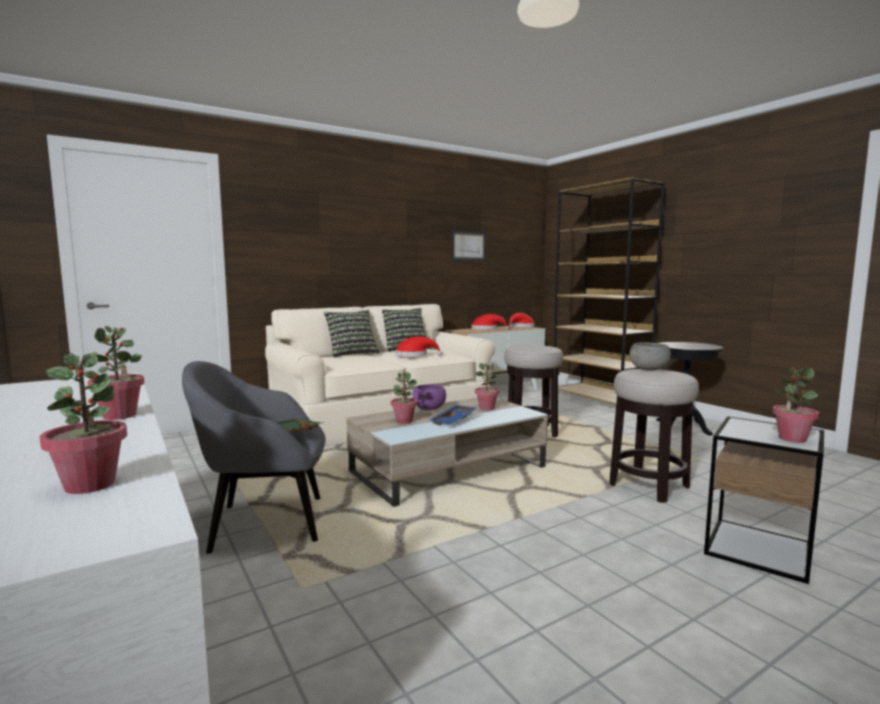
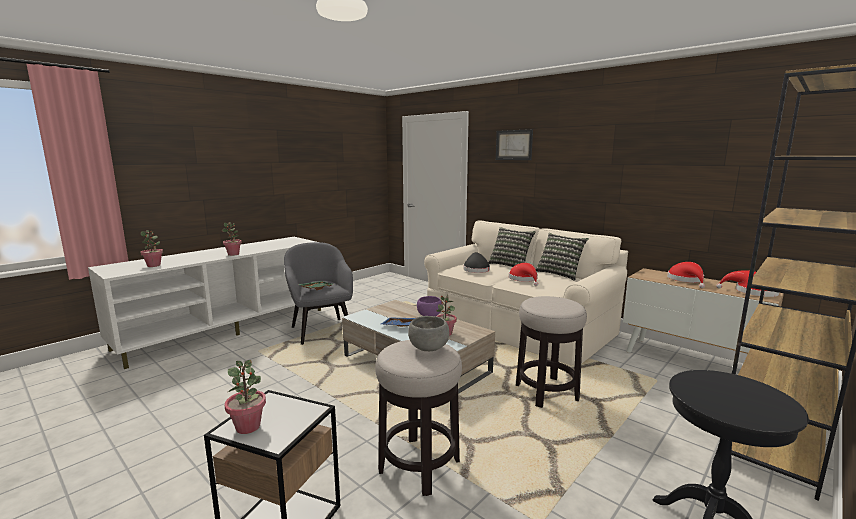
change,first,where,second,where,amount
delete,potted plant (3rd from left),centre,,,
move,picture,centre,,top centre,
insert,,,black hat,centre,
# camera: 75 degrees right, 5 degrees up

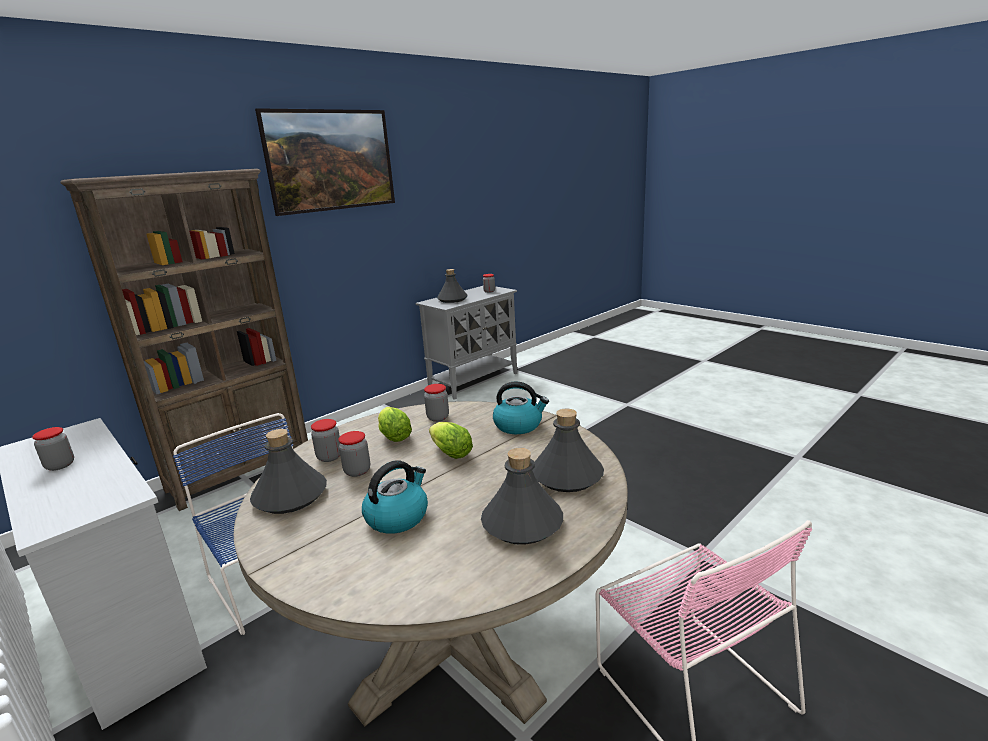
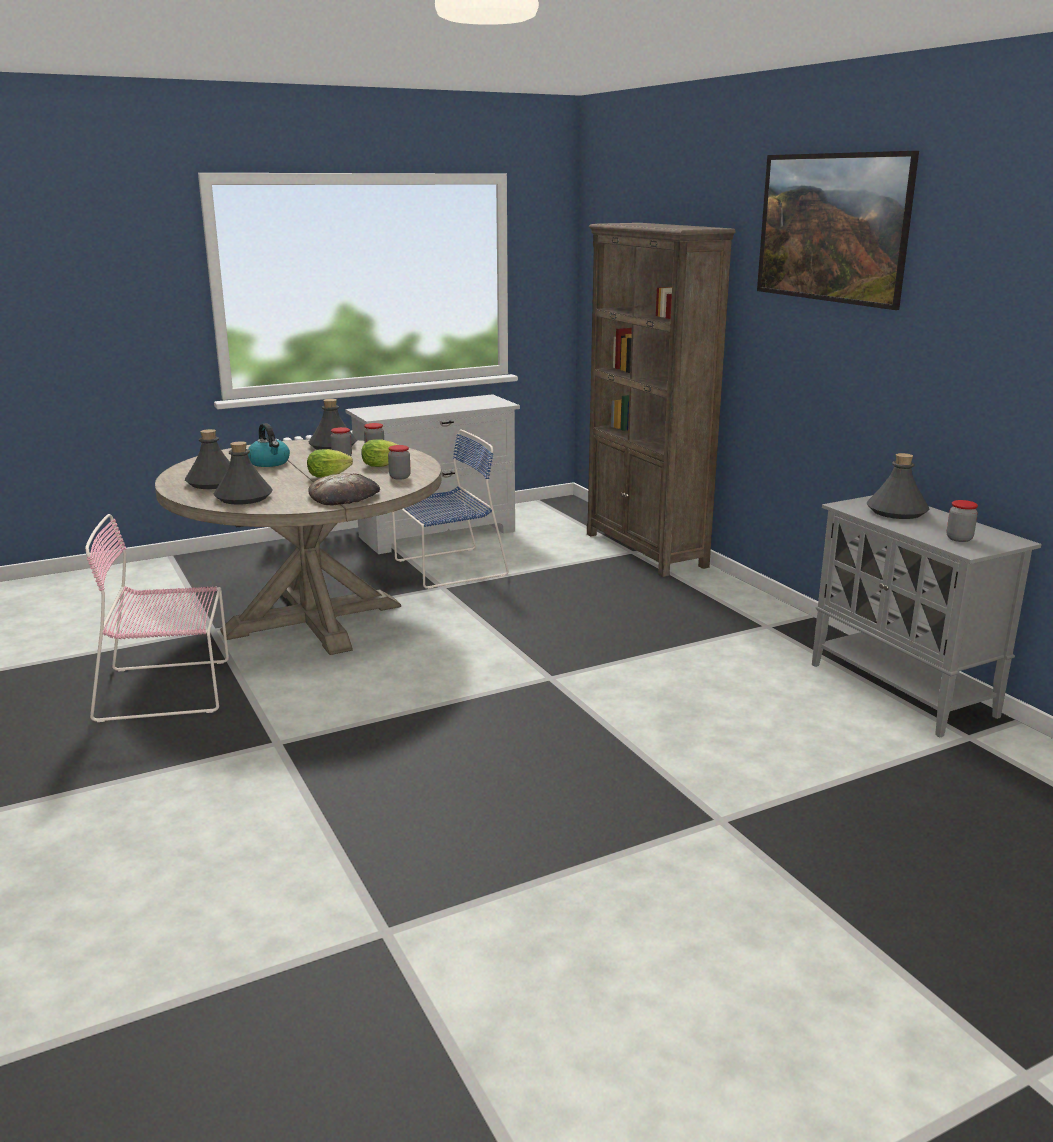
change,first,where,second,where,amount
delete,jar (1st from left),middle left,,,
replace,kettle (2nd from left),centre,bread,middle left,
# camera: 105 degrees right, 0 degrees up

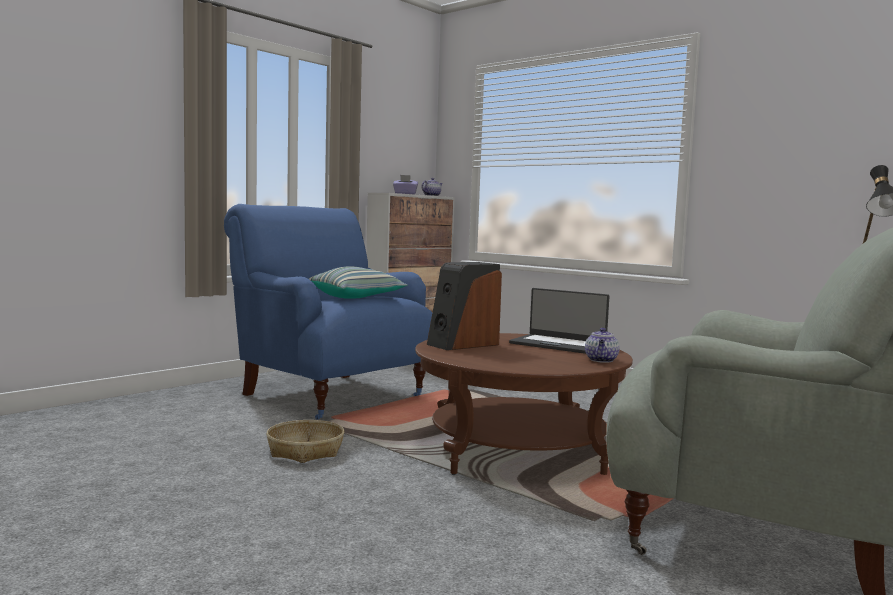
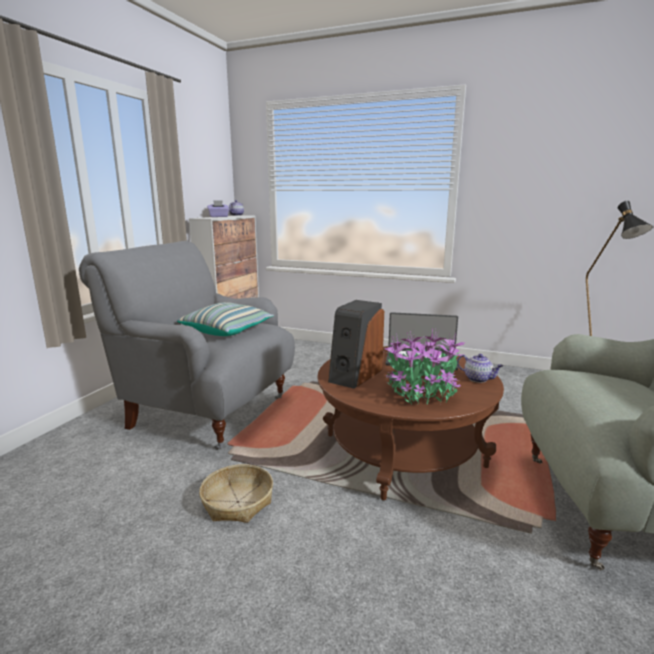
change,first,where,second,where,amount
recolor,blue armchair,centre,grey armchair (1st from left),middle left,
rotate,teapot (2nd from left),middle right,,middle right,45 degrees counterclockwise
insert,,,potted plant,centre,
# camera: 20 degrees left, 10 degrees up

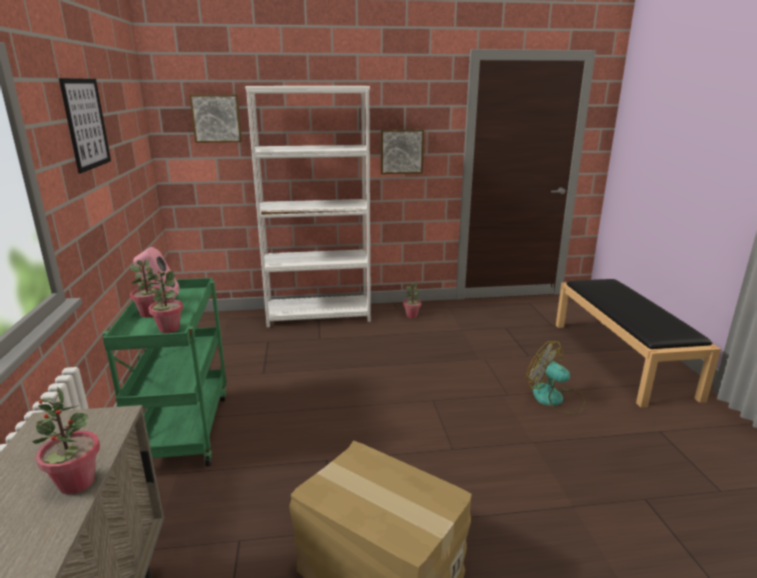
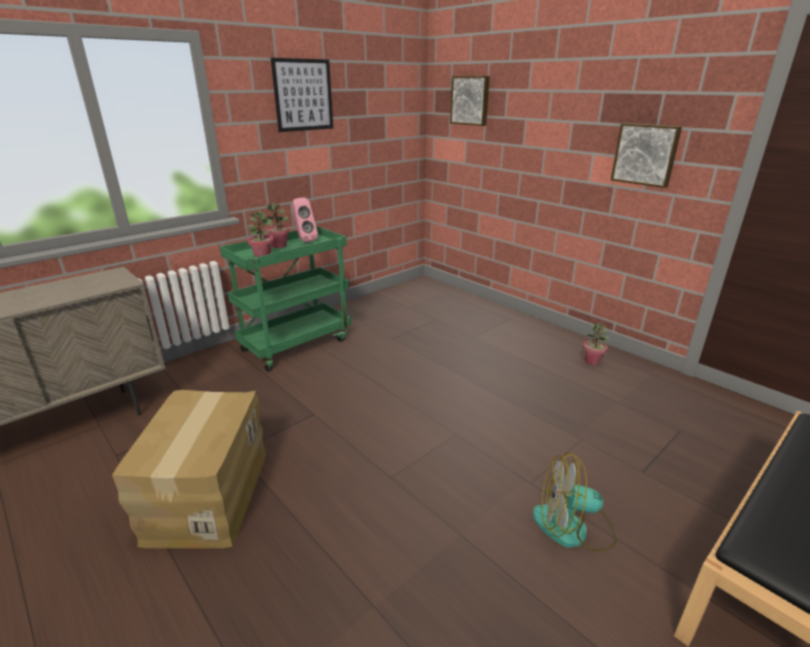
change,first,where,second,where,amount
delete,potted plant (1st from left),bottom left,,,
delete,white bookcase,centre,,,
rotate,fan,middle right,,bottom right,90 degrees counterclockwise
# camera: 55 degrees right, 5 degrees up

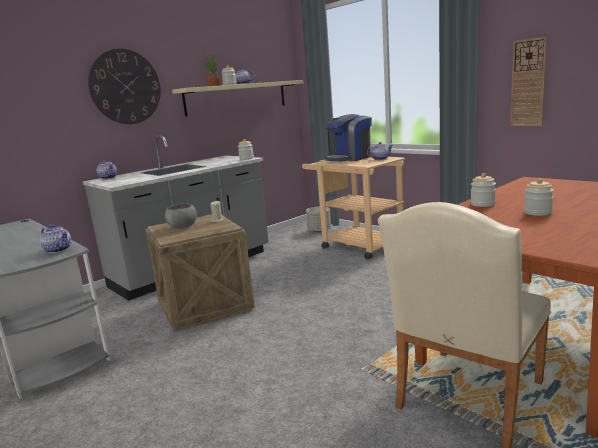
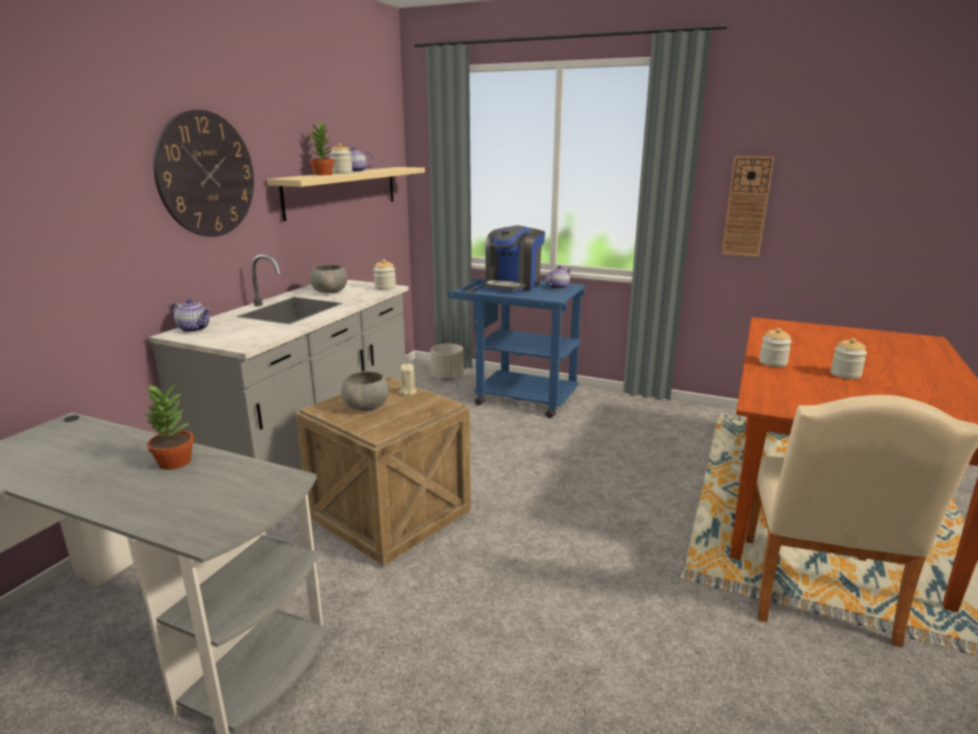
change,first,where,second,where,amount
delete,teapot (1st from left),middle left,,,
recolor,beige cart,centre,blue cart,centre,
insert,,,potted plant (1st from left),middle left,
insert,,,grey bowl (1st from left),centre,
# camera: 25 degrees left, 5 degrees up

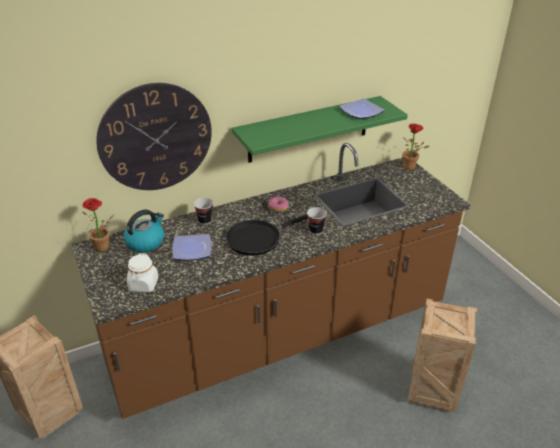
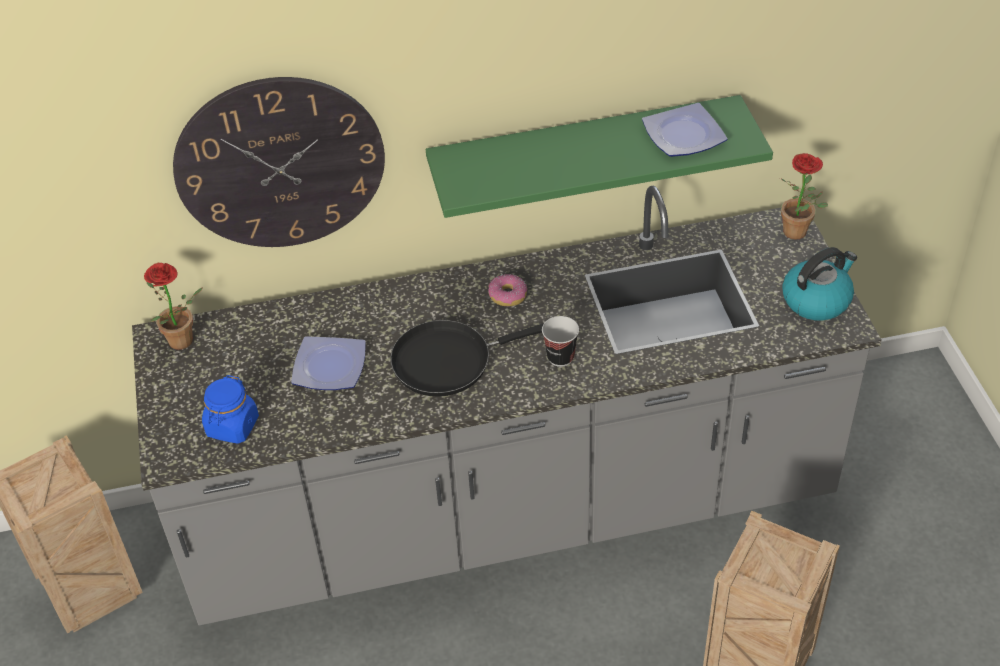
change,first,where,second,where,amount
recolor,brown counter,centre,grey counter,centre,
move,kettle,middle left,,middle right,
recolor,white jar,middle left,blue jar,middle left,
delete,cup (1st from left),centre,,,
# camera: 15 degrees right, 10 degrees up

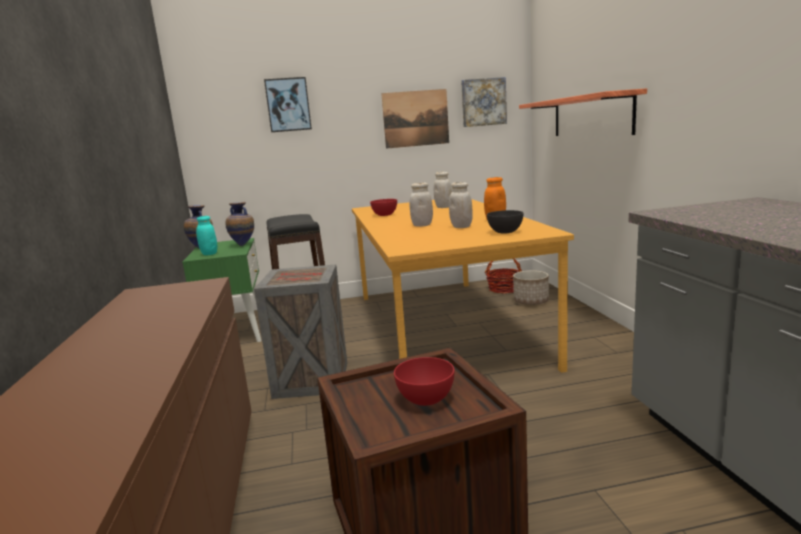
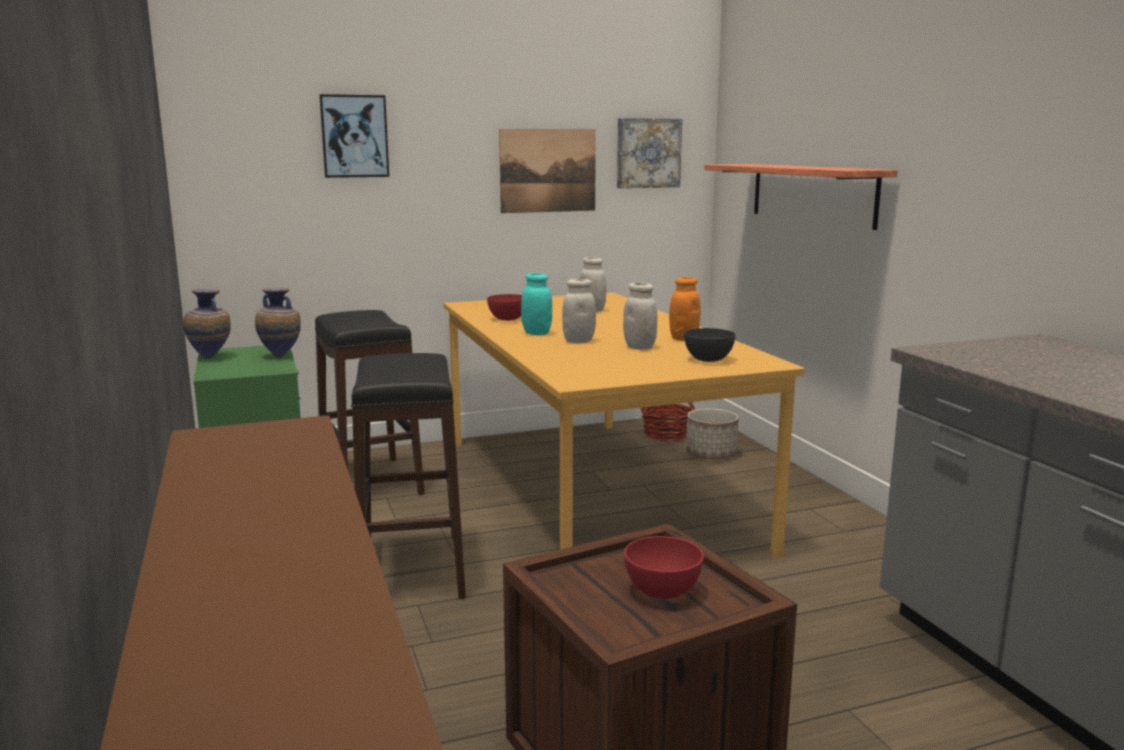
change,first,where,second,where,amount
move,turquoise jar,middle left,,centre,
replace,crate (1st from left),centre,black stool (2nd from left),centre,
# camera: 10 degrees left, 0 degrees up

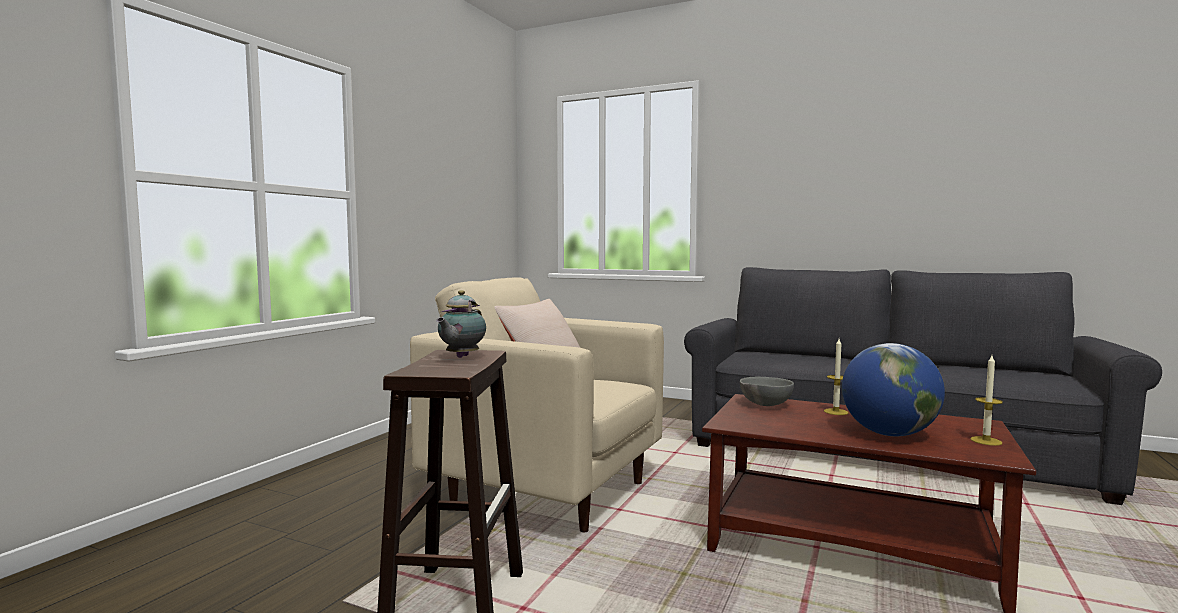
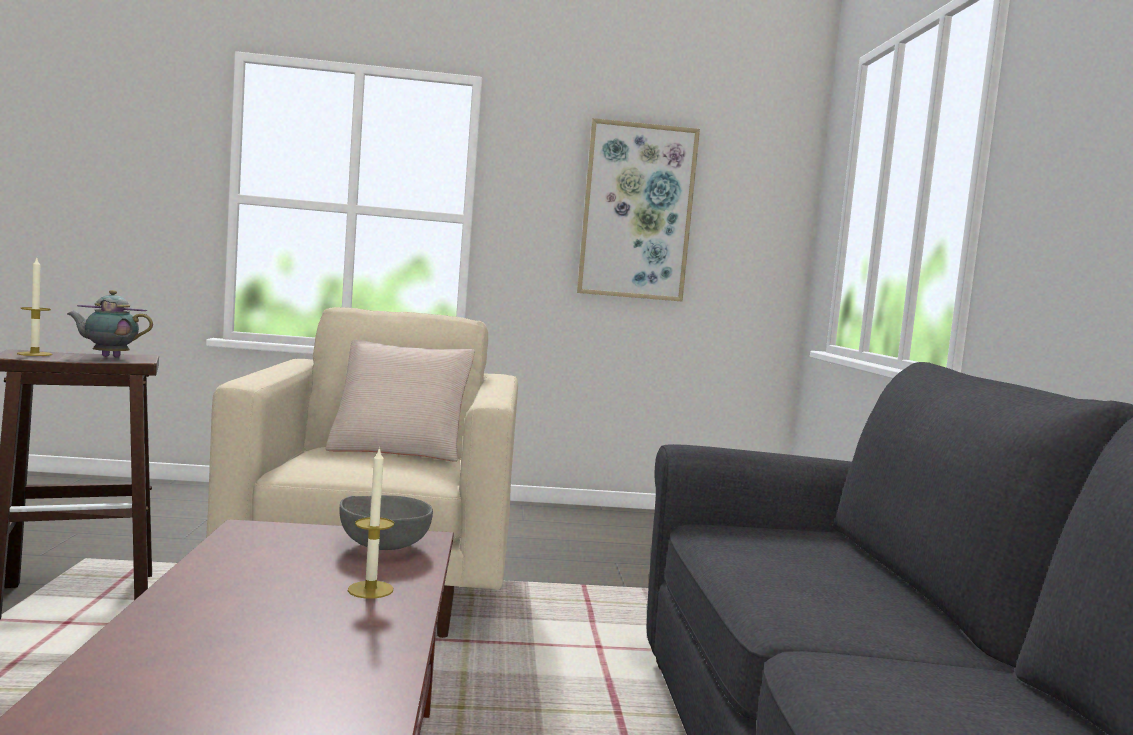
change,first,where,second,where,amount
delete,globe,middle right,,,
move,candle (2nd from left in the first image),middle right,candle (1st from left),middle left,
insert,,,picture,top centre,
# camera: 60 degrees right, 0 degrees up

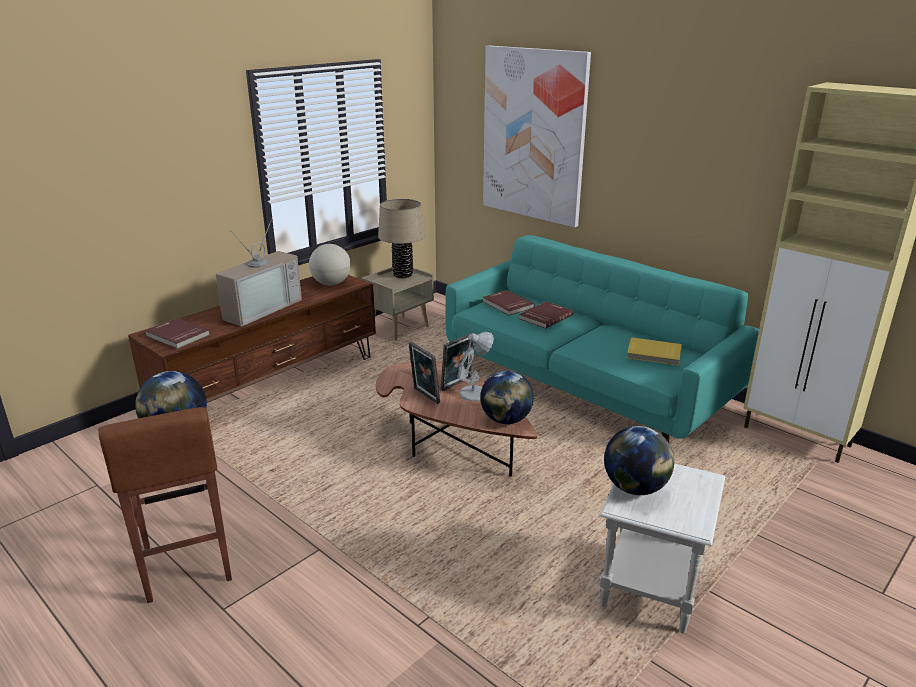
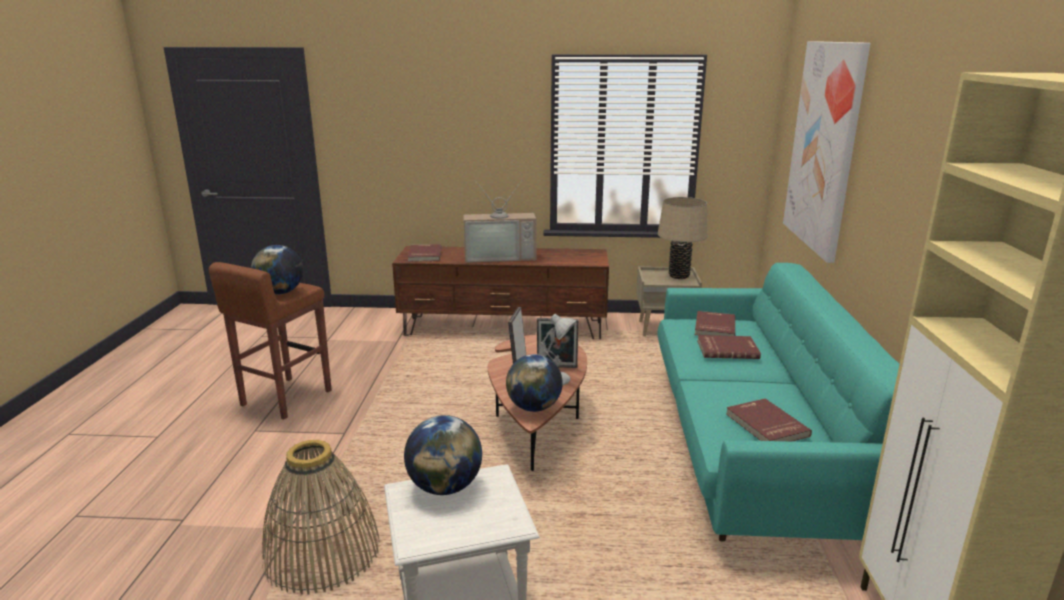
change,first,where,second,where,amount
delete,globe (2nd from left),centre,,,
recolor,yellow book,middle right,red book (4th from left),bottom right,
insert,,,basket,bottom left,
# camera: 50 degrees right, 5 degrees down

